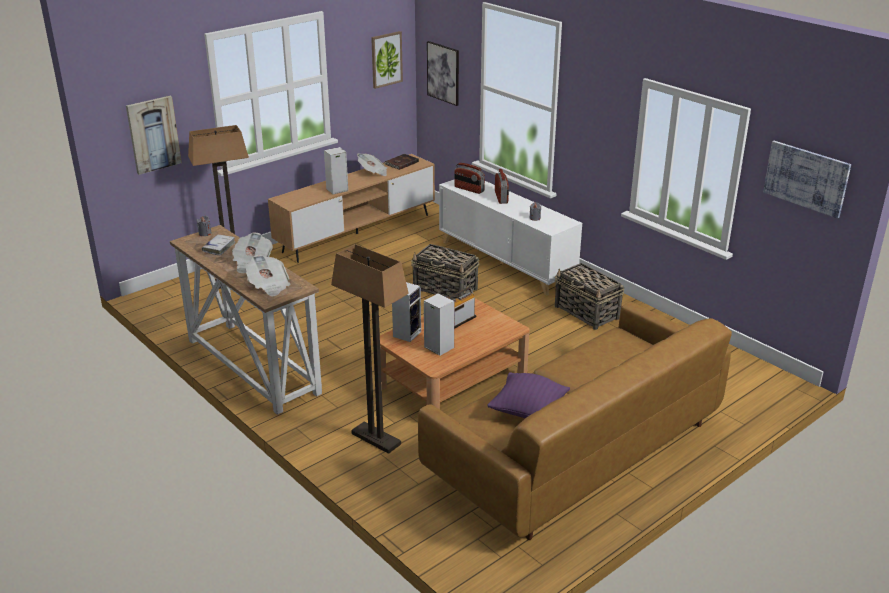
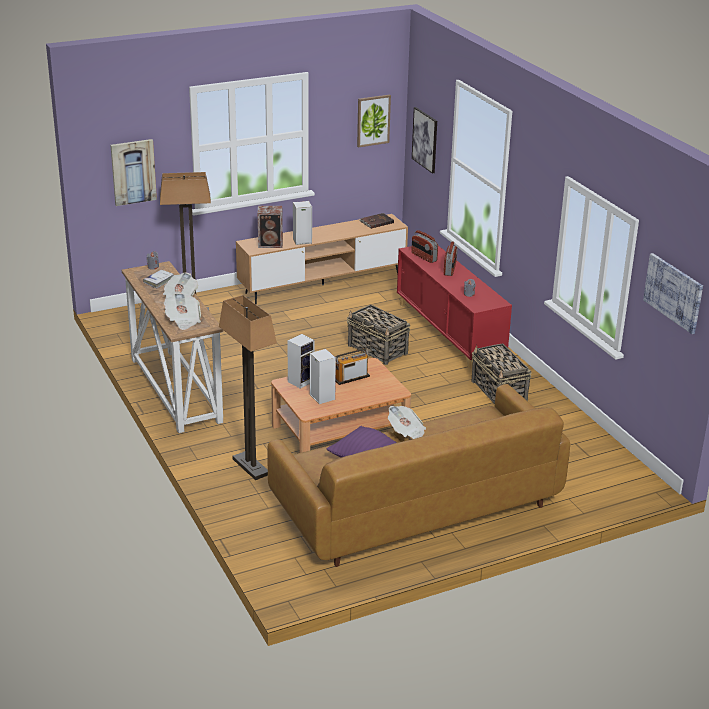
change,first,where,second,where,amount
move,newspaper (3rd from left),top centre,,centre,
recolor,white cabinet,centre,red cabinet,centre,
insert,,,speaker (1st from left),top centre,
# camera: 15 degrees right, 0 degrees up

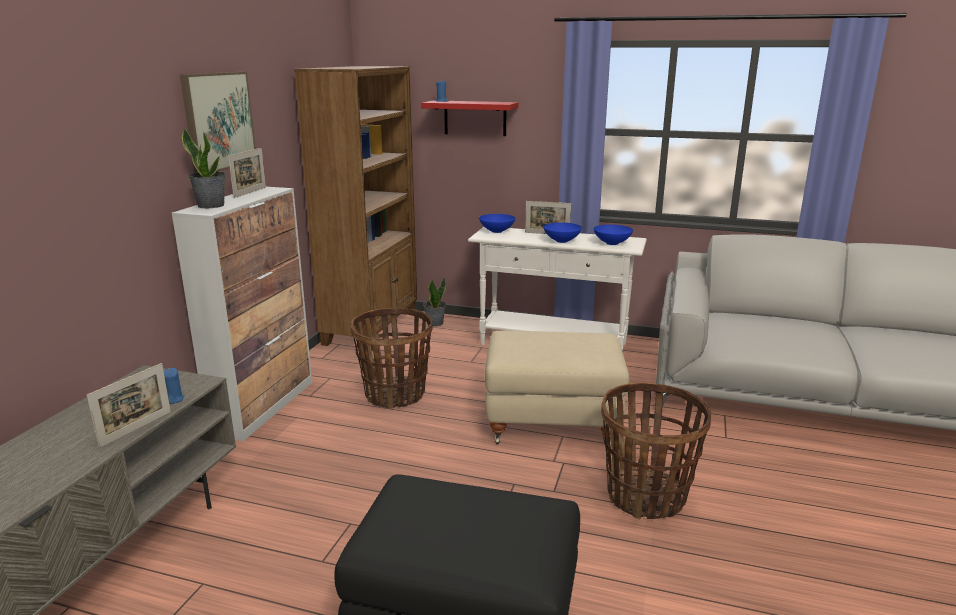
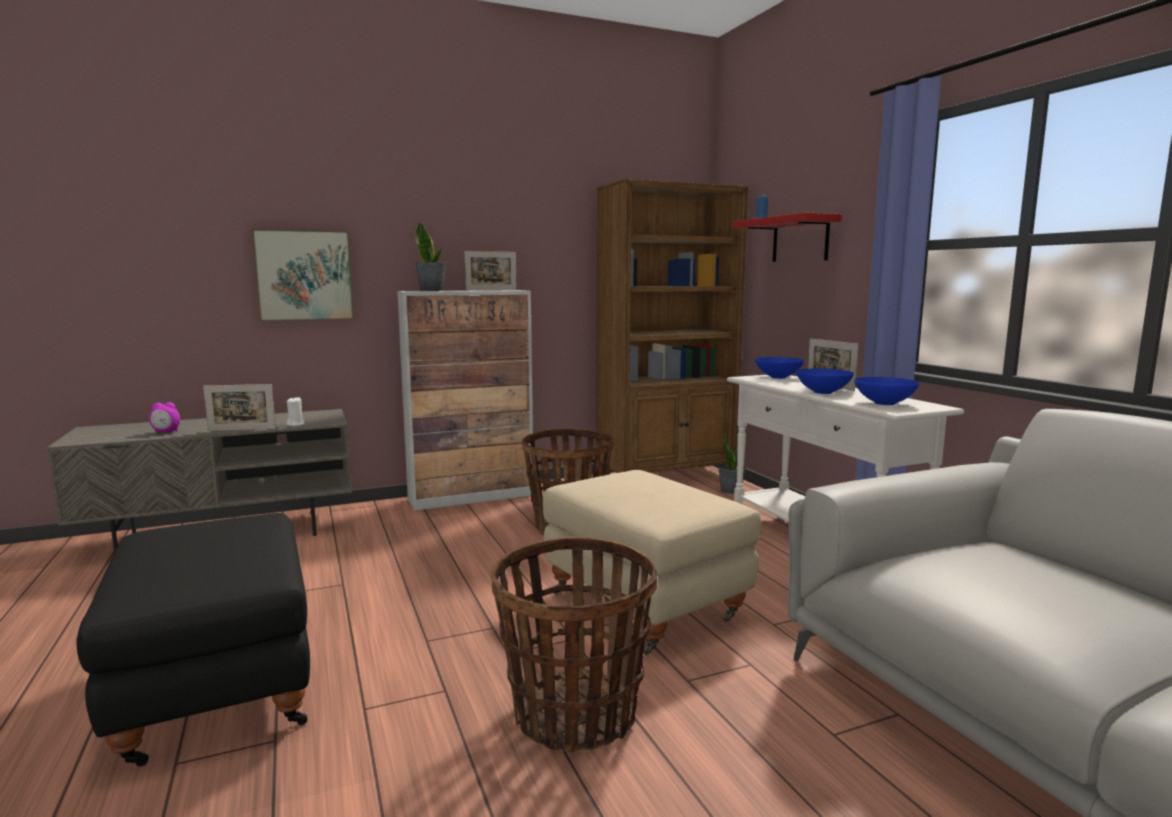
change,first,where,second,where,amount
recolor,blue candle (1st from left),middle left,white candle,middle left,
move,picture,top left,,middle left,
insert,,,alarm clock,middle left,
# camera: 50 degrees right, 10 degrees down

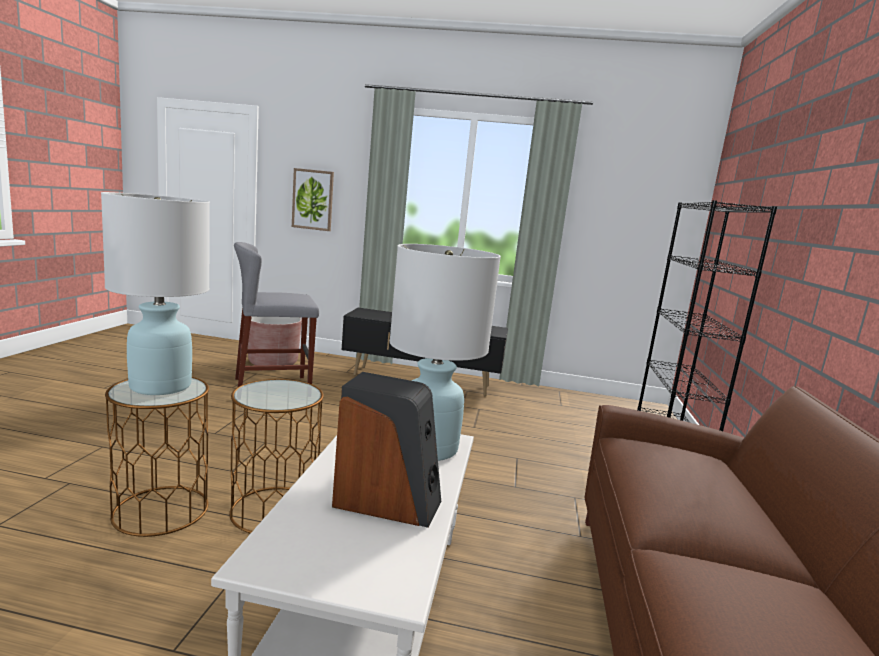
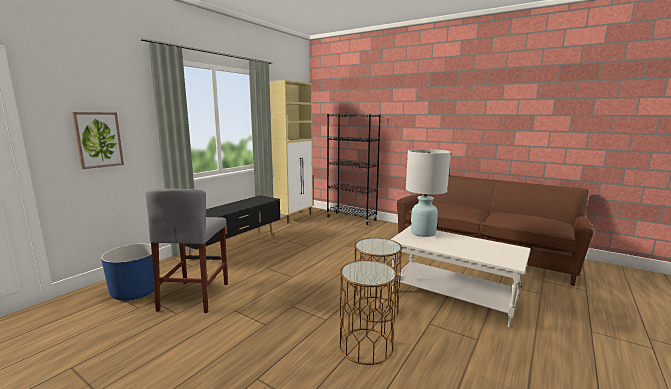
change,first,where,second,where,amount
delete,white table lamp (1st from left),middle left,,,
recolor,brown planter,middle left,blue planter,bottom left,
delete,speaker,bottom centre,,,
insert,,,beige cabinet,centre,
# camera: 65 degrees left, 0 degrees up

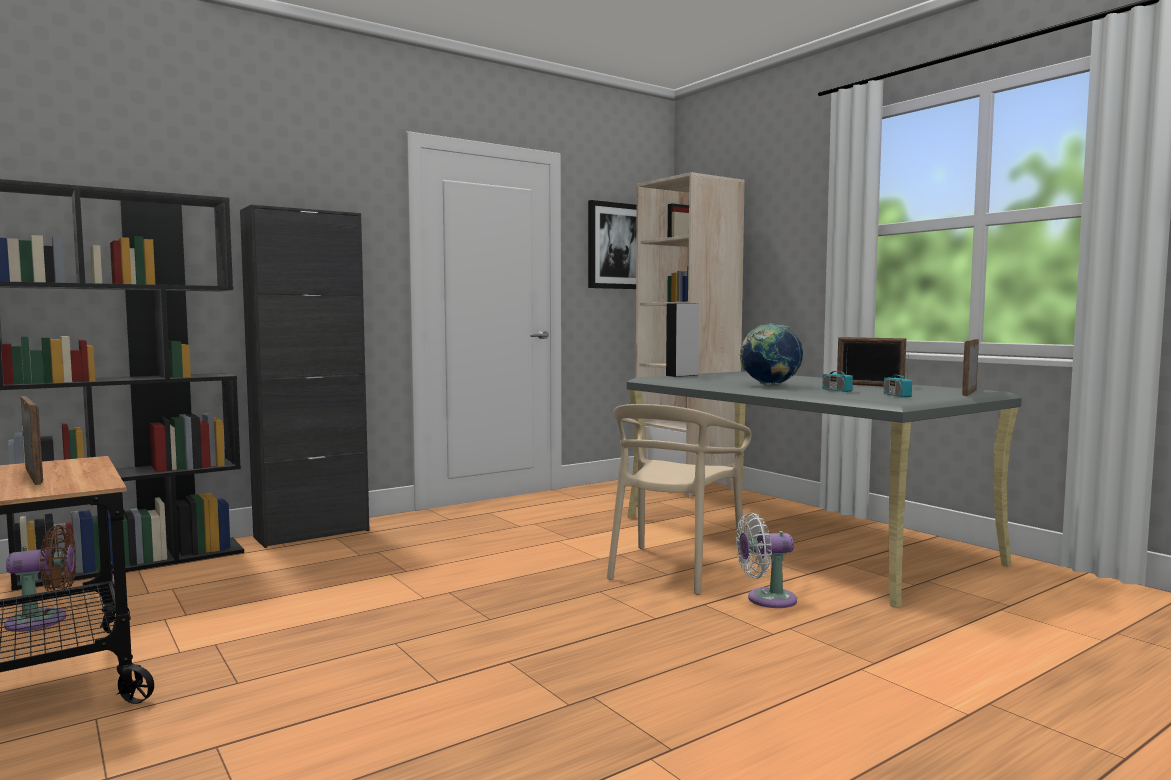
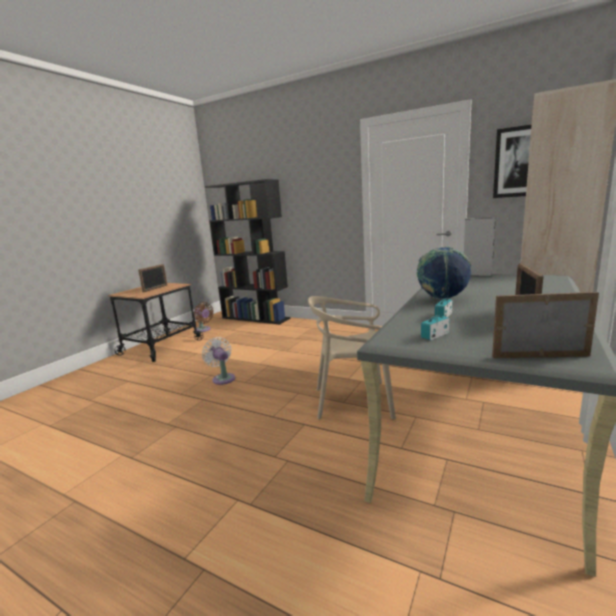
change,first,where,second,where,amount
delete,black cabinet,middle left,,,
move,white fan,bottom centre,,centre,
# camera: 65 degrees right, 10 degrees up

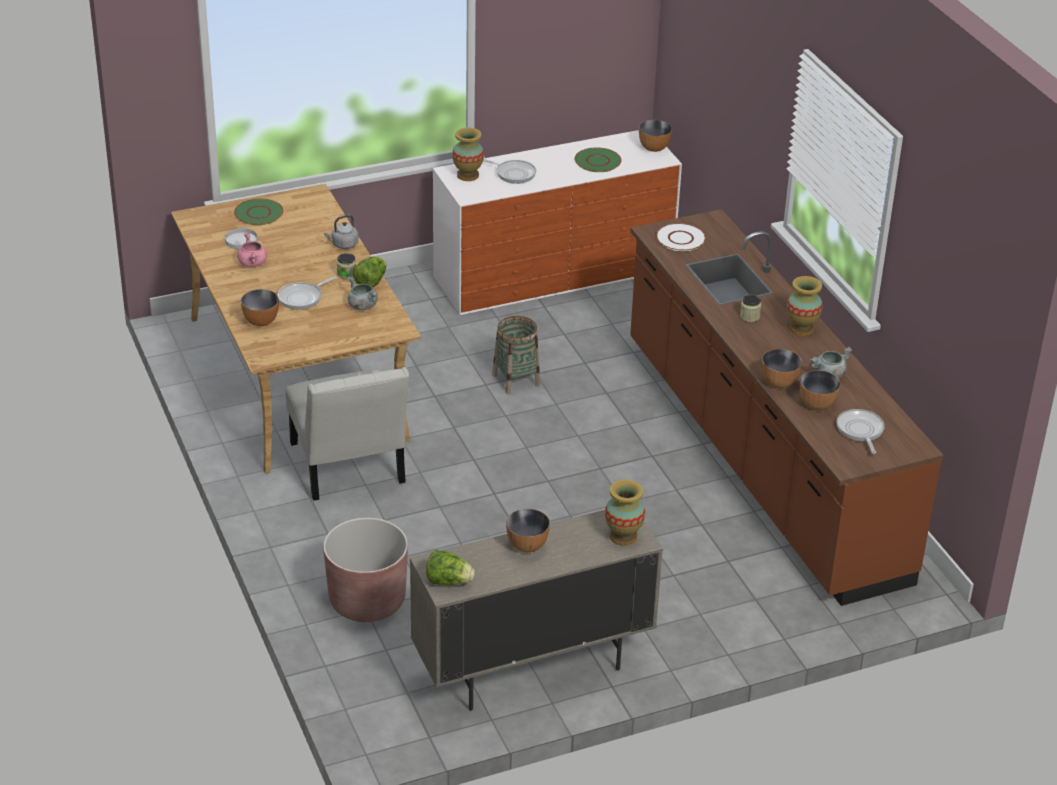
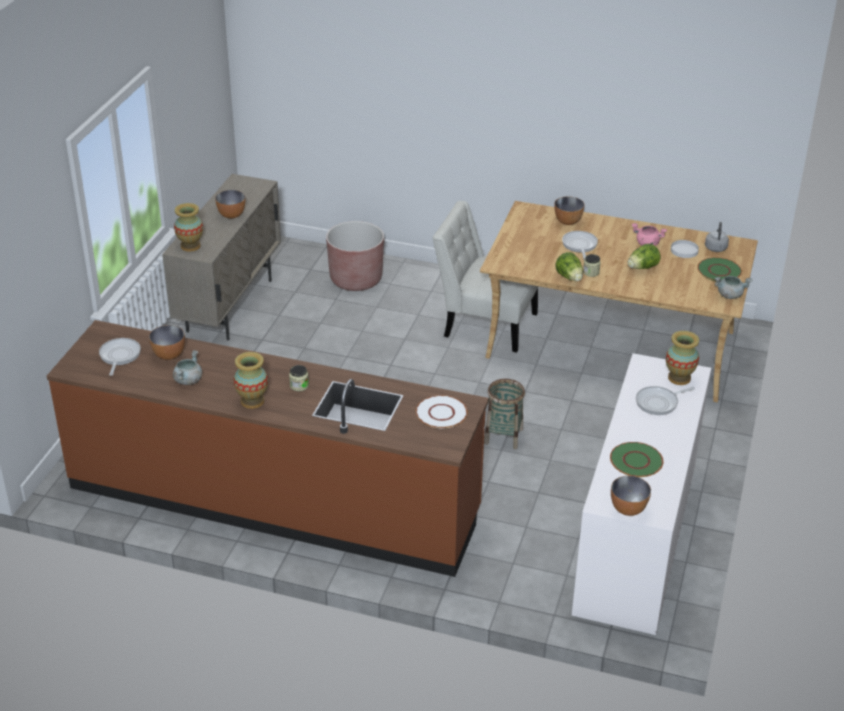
change,first,where,second,where,amount
move,grey kettle,top left,,middle right,
move,grey cooking pot (1st from left in the first image),centre,grey cooking pot (2nd from left),middle right,
move,lettuce (2nd from left),bottom centre,,middle right,
delete,bowl (4th from left),middle right,,,
rotate,frying pan (3rd from left in the first image),middle right,frying pan (1st from left),middle left,120 degrees counterclockwise
# camera: 130 degrees right, 0 degrees up

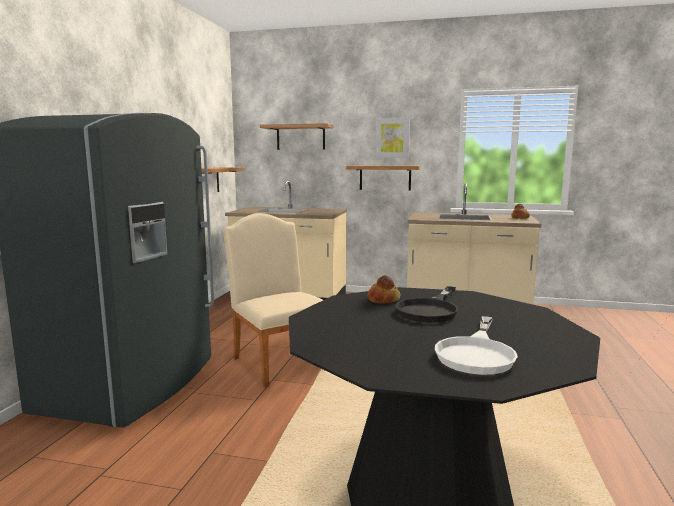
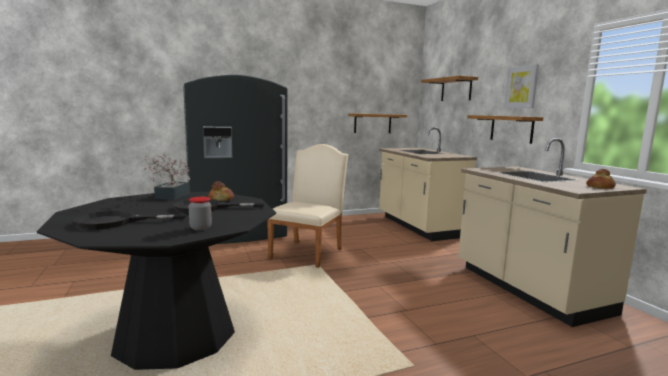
change,first,where,second,where,amount
recolor,white frying pan,bottom right,black frying pan (1st from left),middle left,
insert,,,potted plant,middle left,
insert,,,jar,middle left,
# camera: 55 degrees right, 0 degrees up

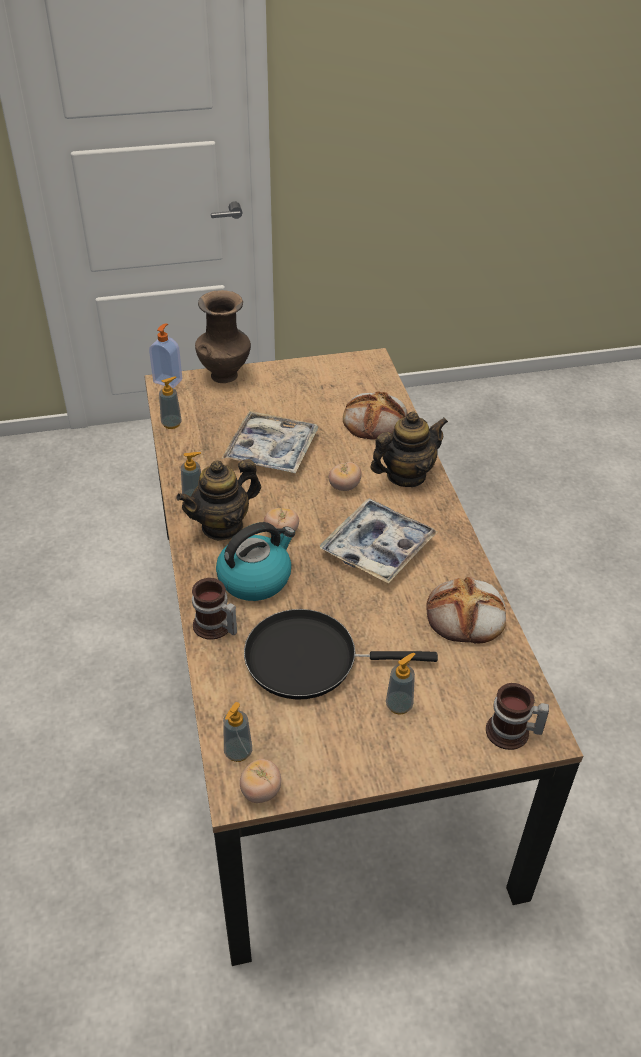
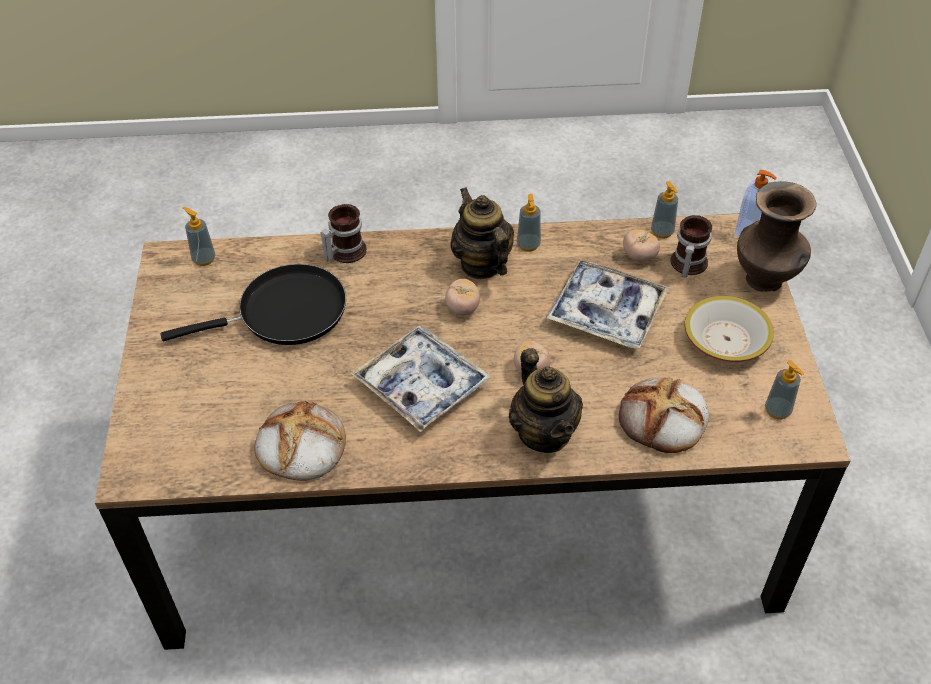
change,first,where,second,where,amount
delete,kettle,centre,,,
move,tomato (1st from left in the first image),bottom centre,tomato (3rd from left),middle right,
rotate,black frying pan,centre,,middle left,60 degrees clockwise
move,soap dispenser (5th from left),centre,,middle right,
move,mug (2nd from left),bottom right,,middle right,
insert,,,bowl,middle right,
# camera: 100 degrees right, 5 degrees up

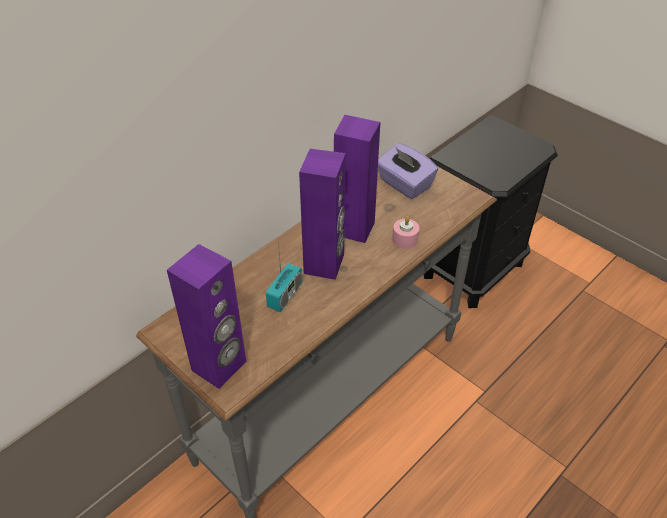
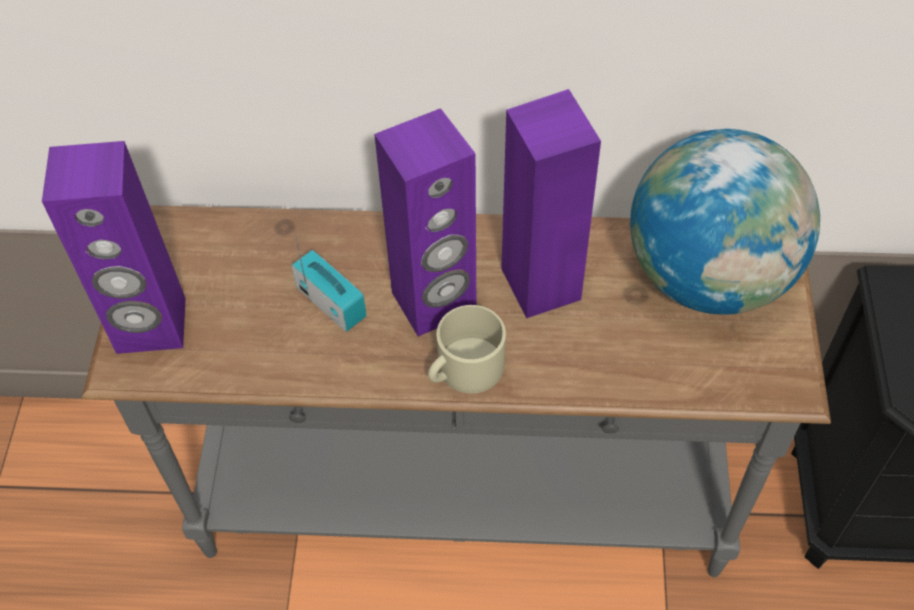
change,first,where,second,where,amount
rotate,radio,centre,,centre,120 degrees counterclockwise
replace,purple tissue box,top centre,globe,middle right,
delete,pink candle,centre,,,
insert,,,beige mug,centre,
# camera: 50 degrees right, 10 degrees up

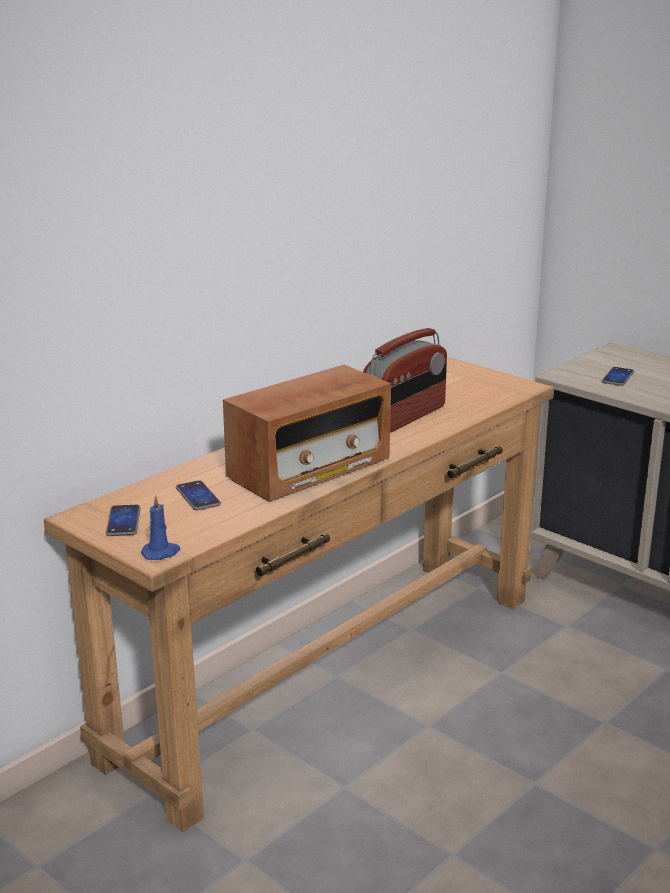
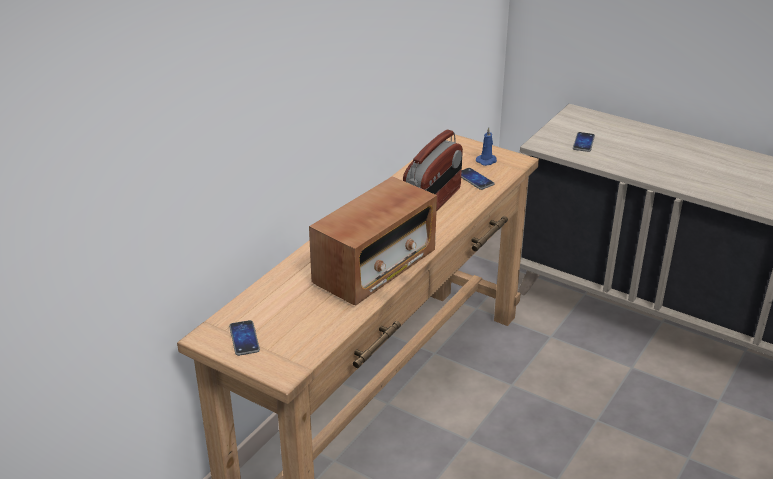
change,first,where,second,where,amount
move,blue candle,middle left,,top centre,
move,phone (2nd from left),middle left,,centre,
# camera: 10 degrees left, 10 degrees up

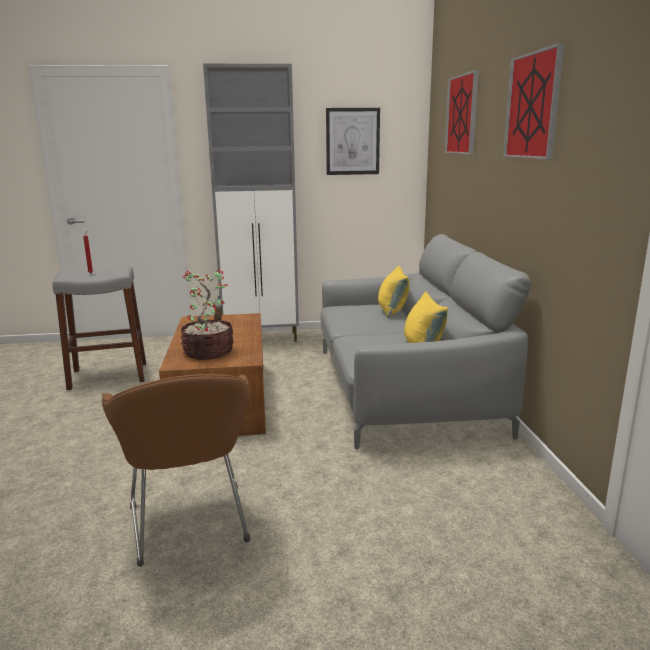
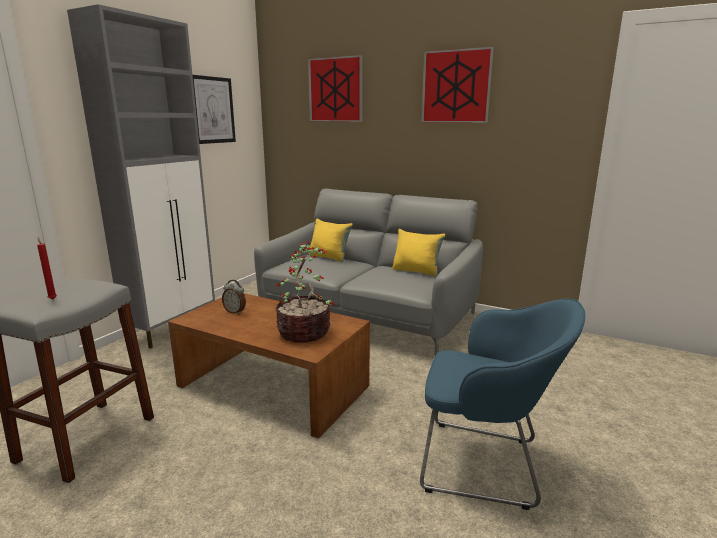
change,first,where,second,where,amount
recolor,brown armchair,bottom left,blue armchair,bottom right,
# camera: 55 degrees left, 0 degrees up

